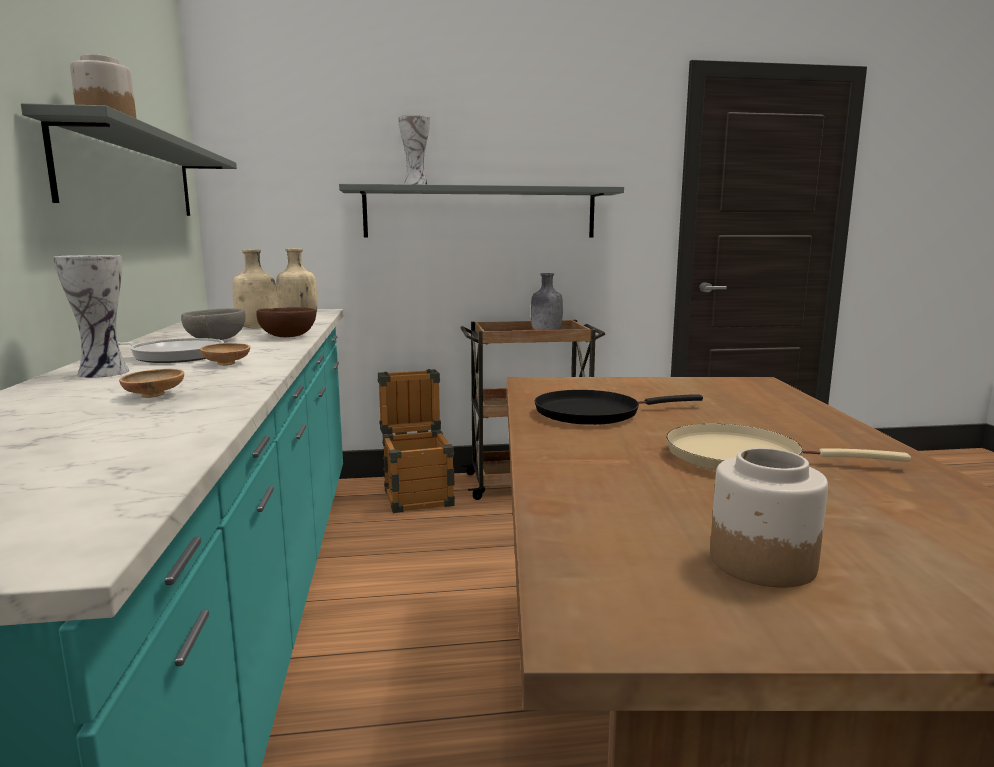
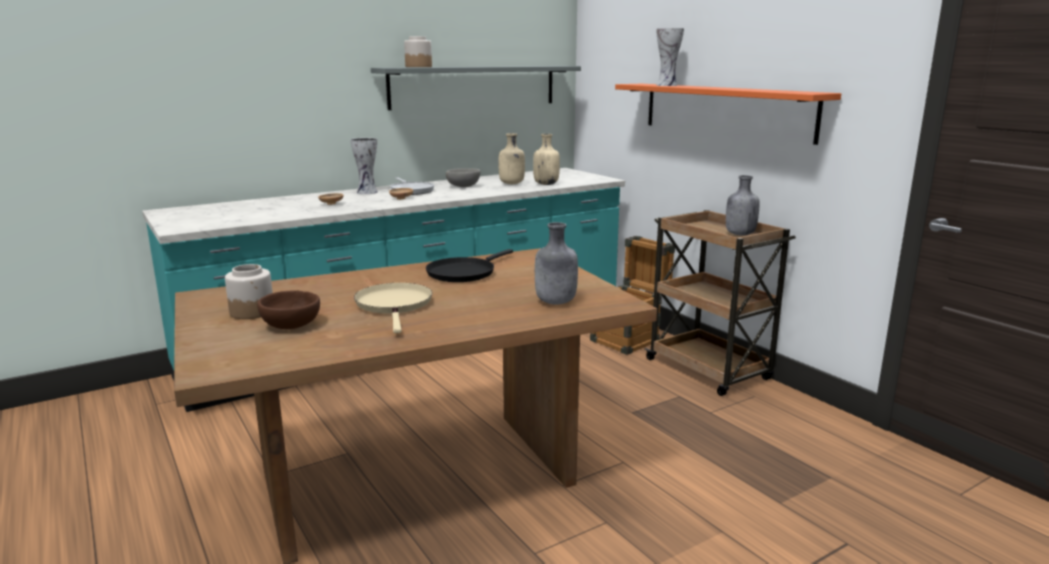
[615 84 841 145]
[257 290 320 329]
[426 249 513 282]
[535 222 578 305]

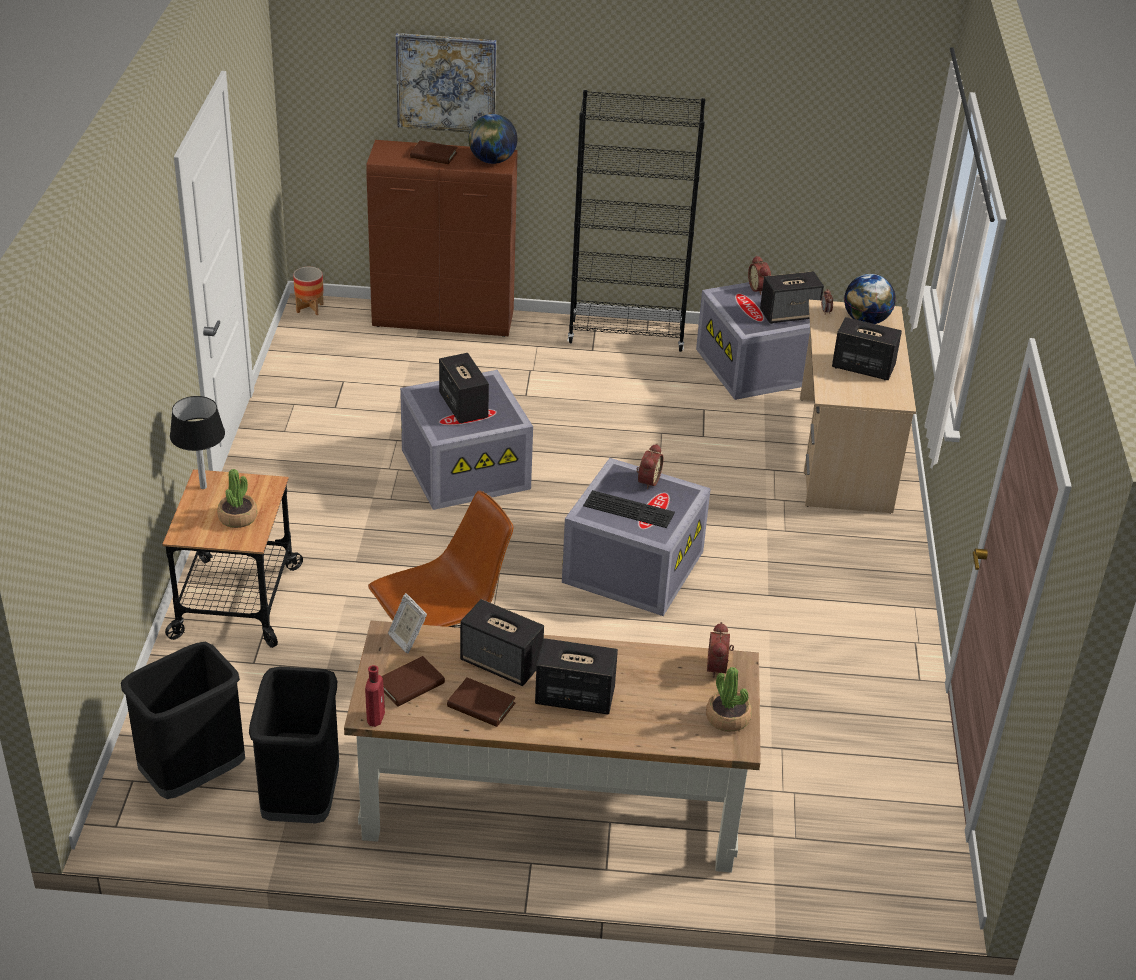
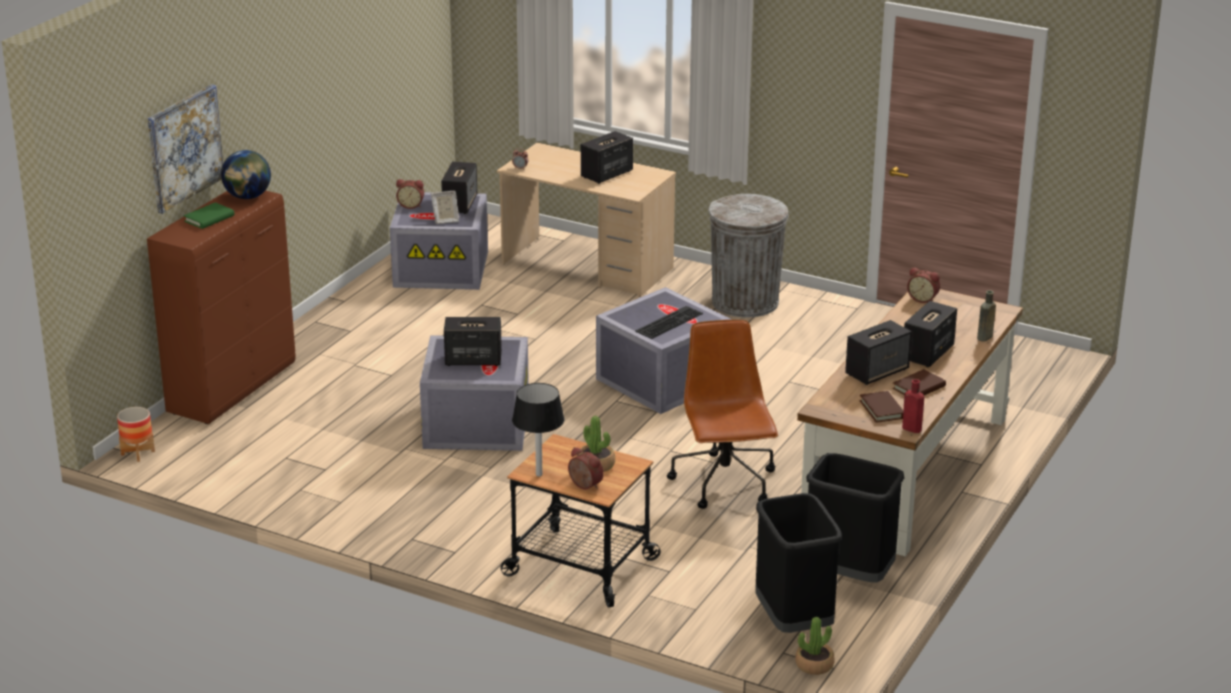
[567 90 705 352] (first image)
[183 202 234 229]
[844 274 896 324] (first image)
[568 447 604 489]
[431 191 459 224]
[795 617 835 675]
[708 194 789 317]
[977 290 996 342]

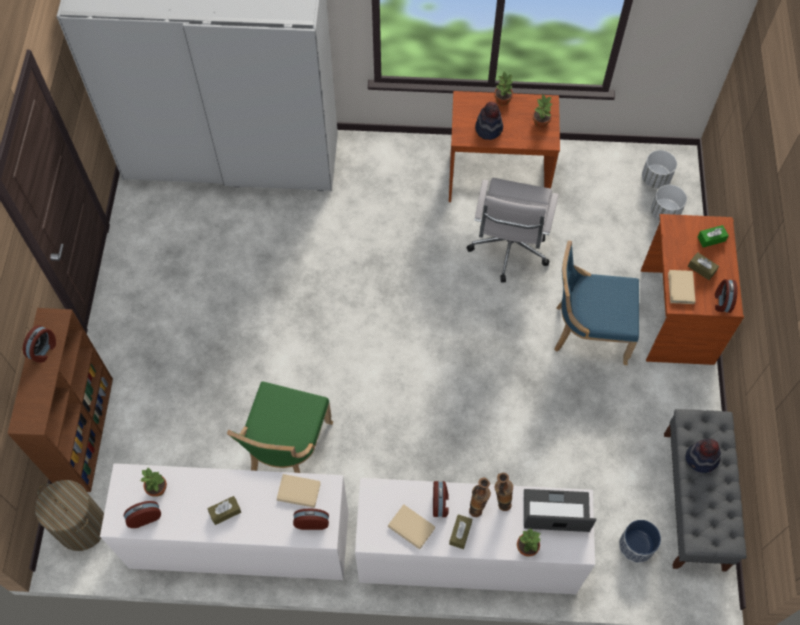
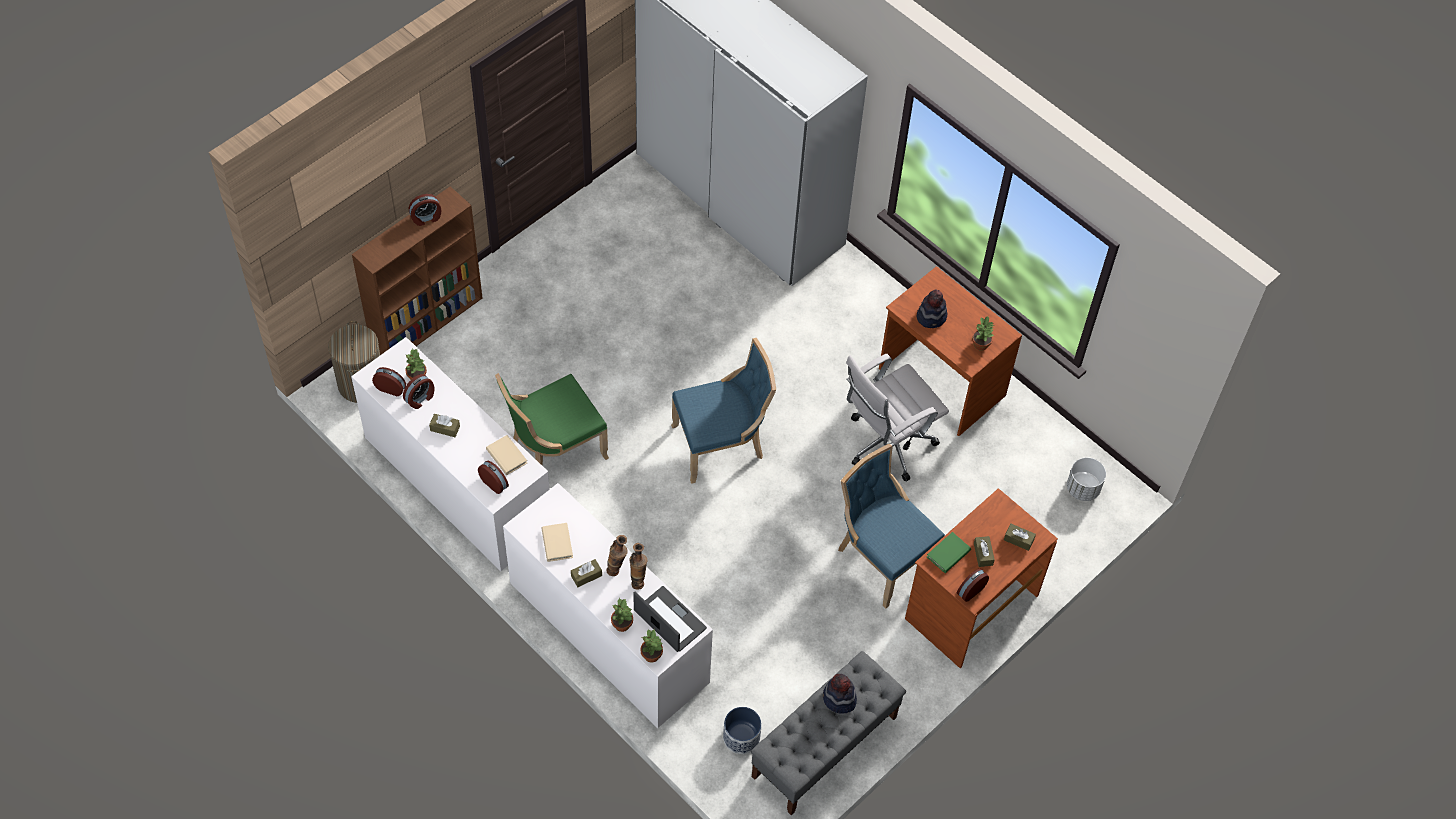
[640 629 663 663]
[651 185 687 222] (first image)
[1004 523 1036 551]
[927 532 971 573]
[403 374 434 409]
[671 338 776 484]

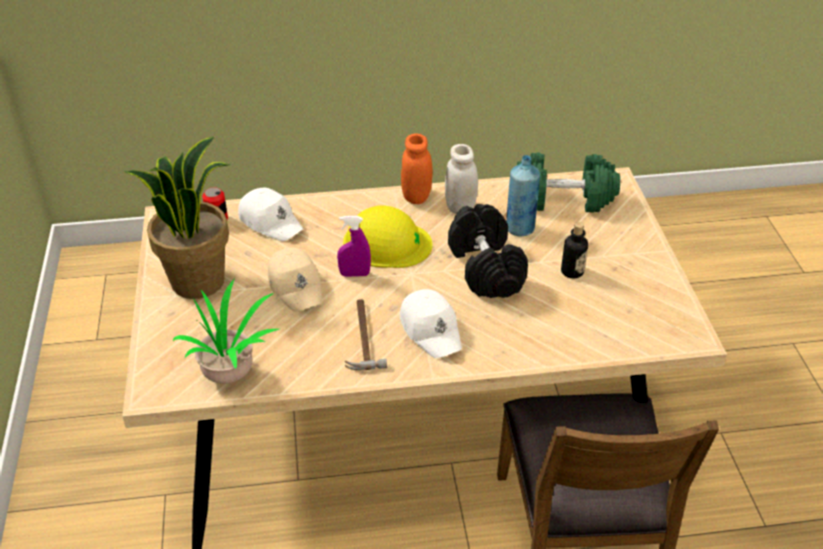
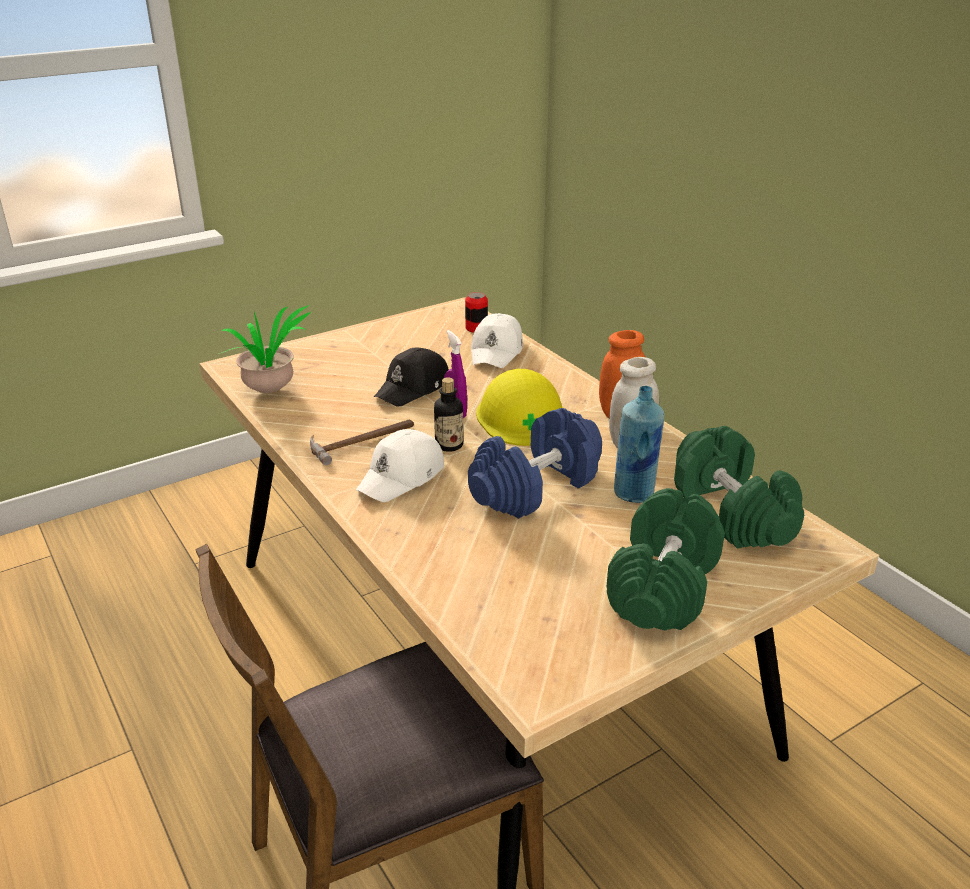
[124 136 229 299] (first image)
[468 408 602 519]
[434 377 464 452]
[374 348 449 407]
[607 488 725 630]

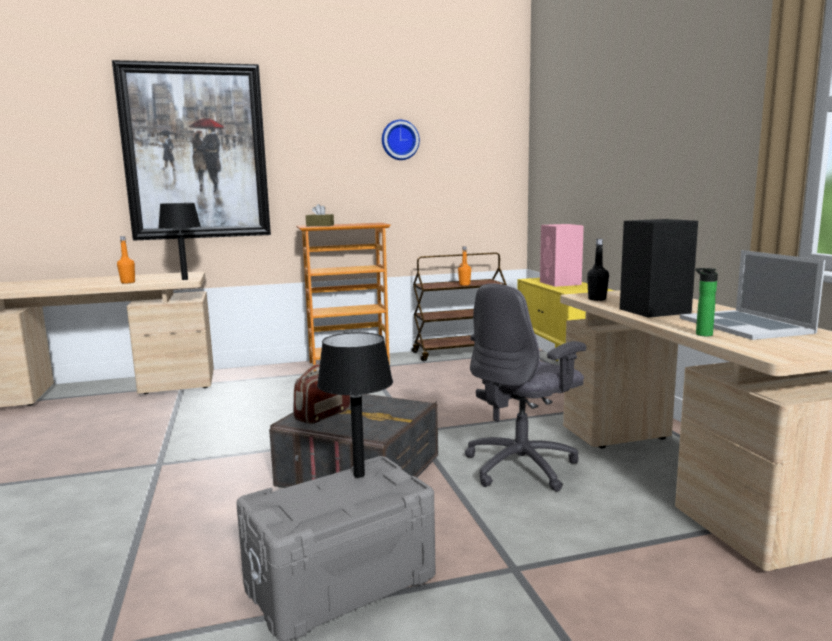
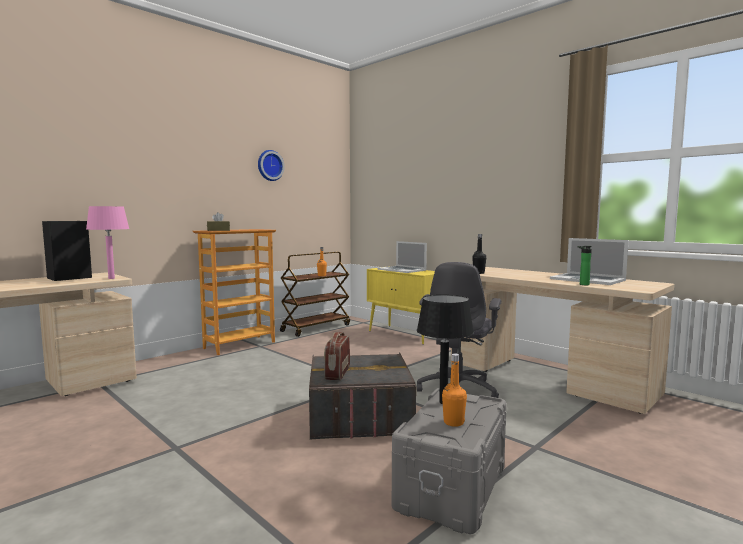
[112 60 271 241] (first image)
[86 206 130 279]
[42 221 92 281]
[377 241 427 273]
[442 353 467 427]

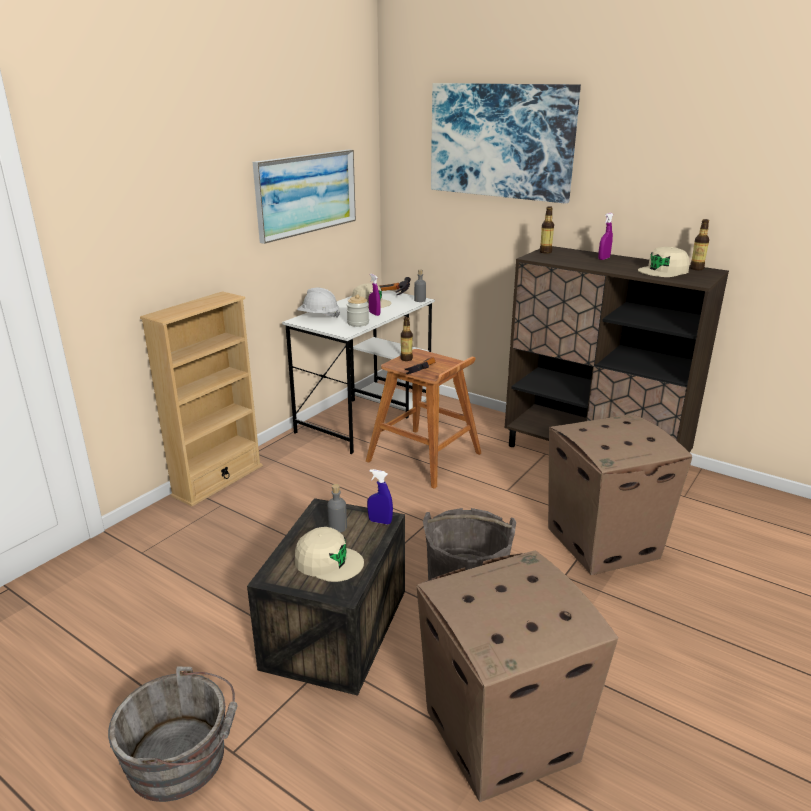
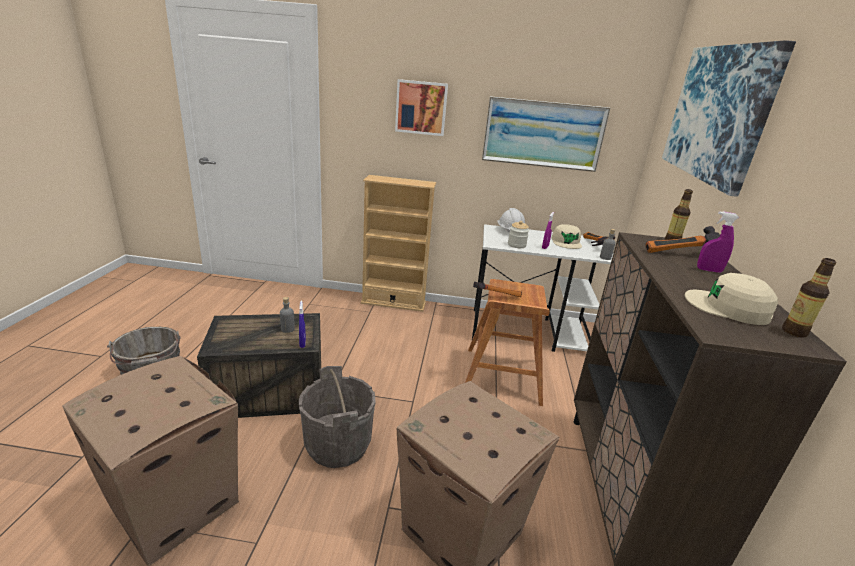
[401 317 413 361] (first image)
[295 527 364 582] (first image)
[395 79 448 136]
[645 226 720 253]

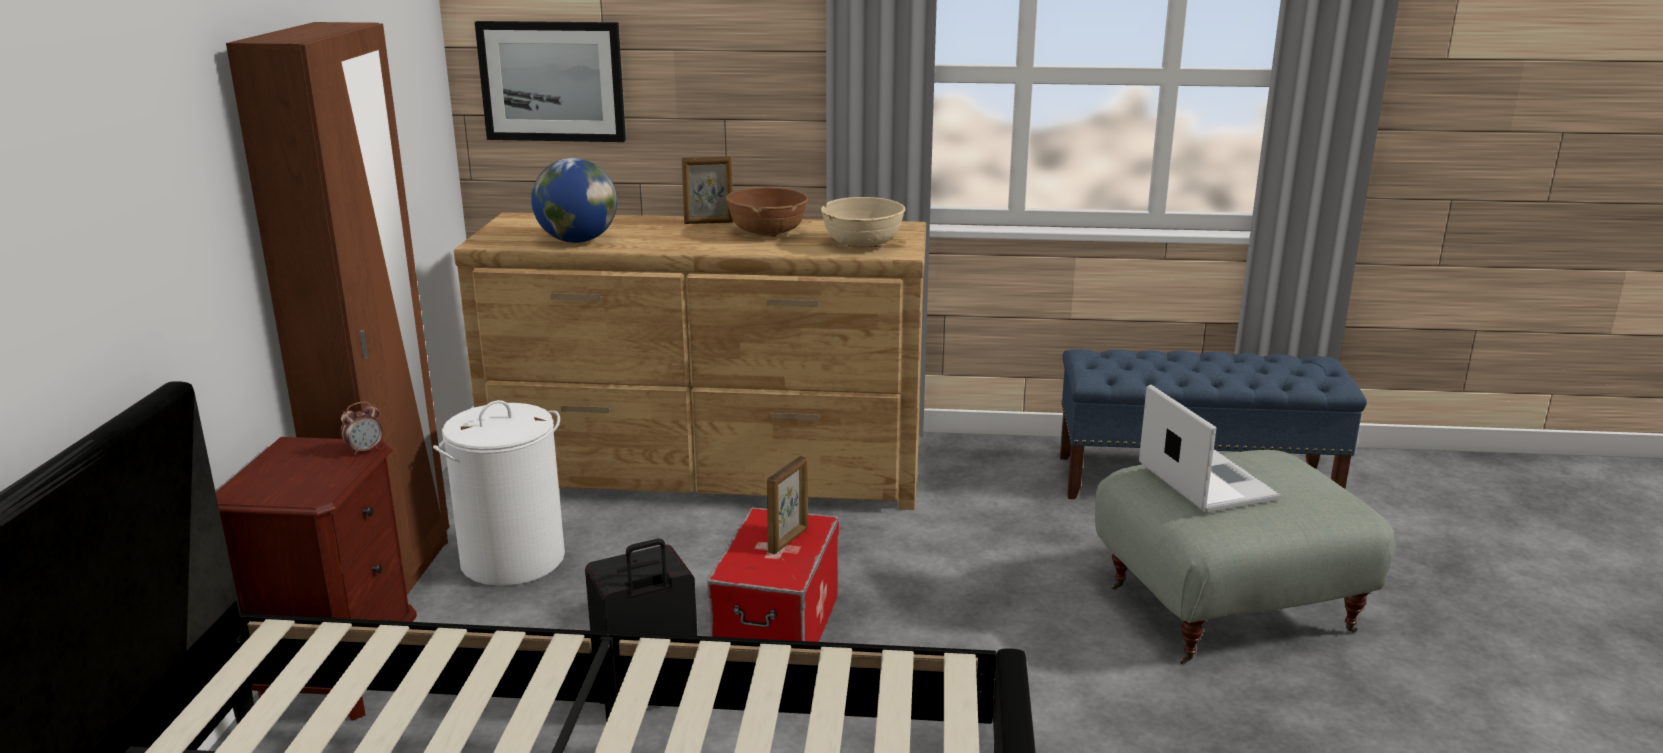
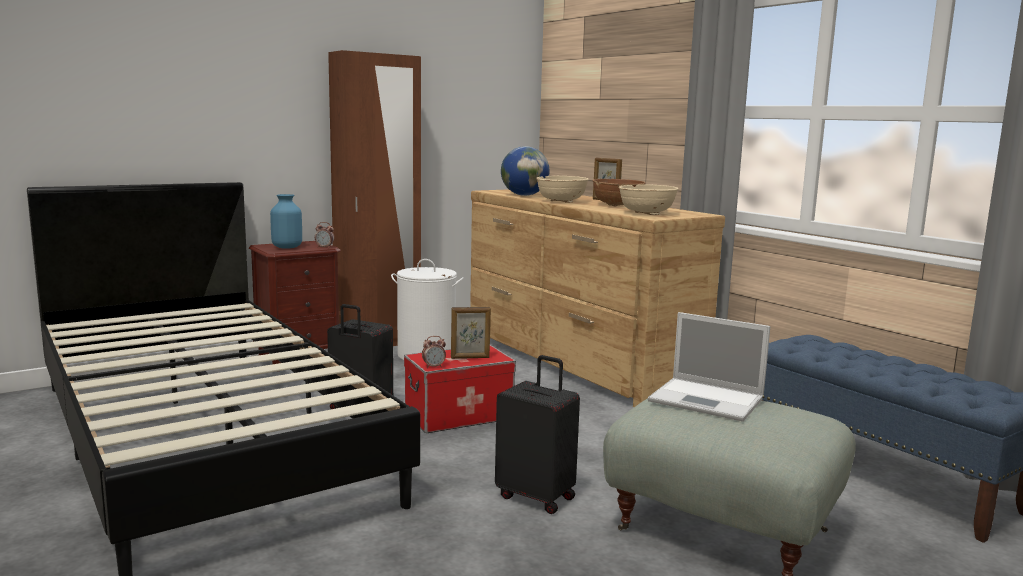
[475 21 626 142] (first image)
[648 312 770 422]
[536 176 589 203]
[270 194 302 249]
[422 336 446 368]
[495 355 580 514]

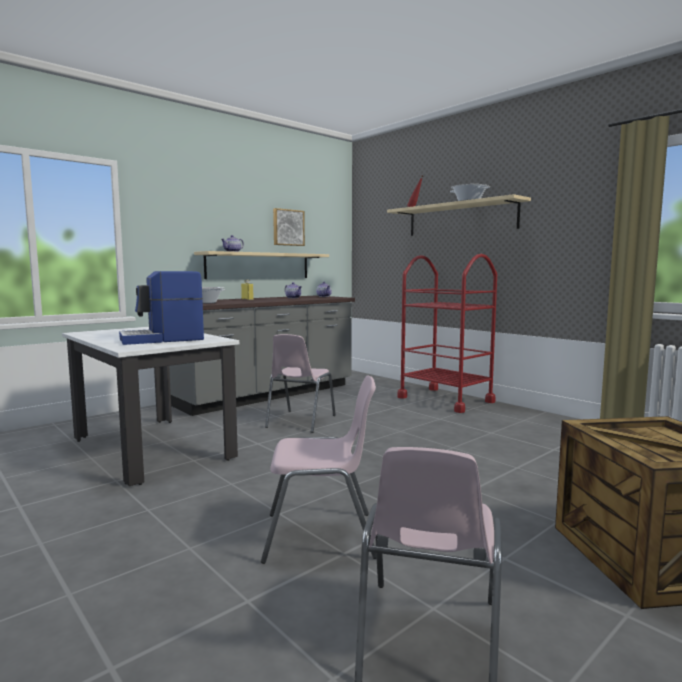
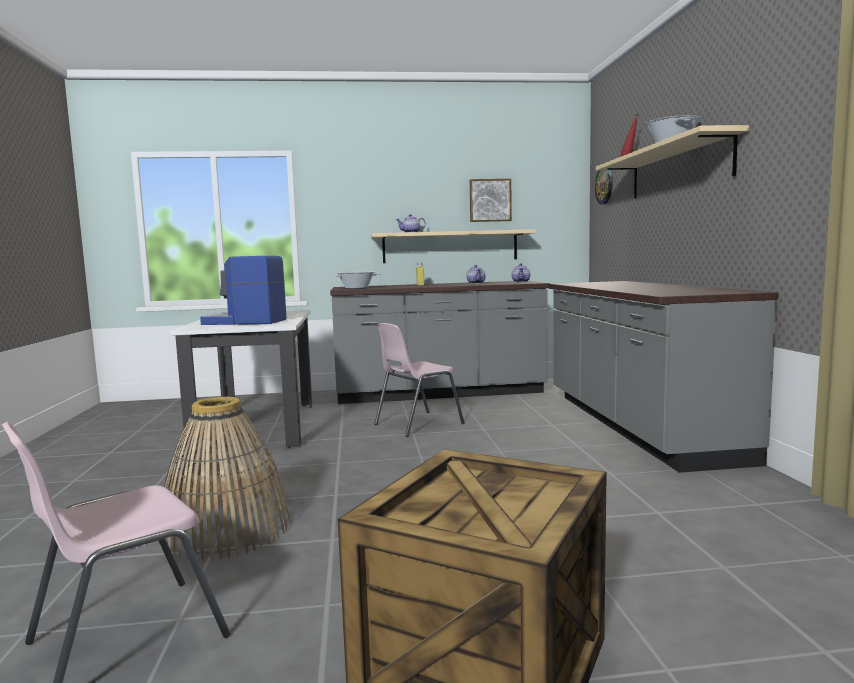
[548 281 778 473]
[158 397 290 561]
[595 170 613 205]

